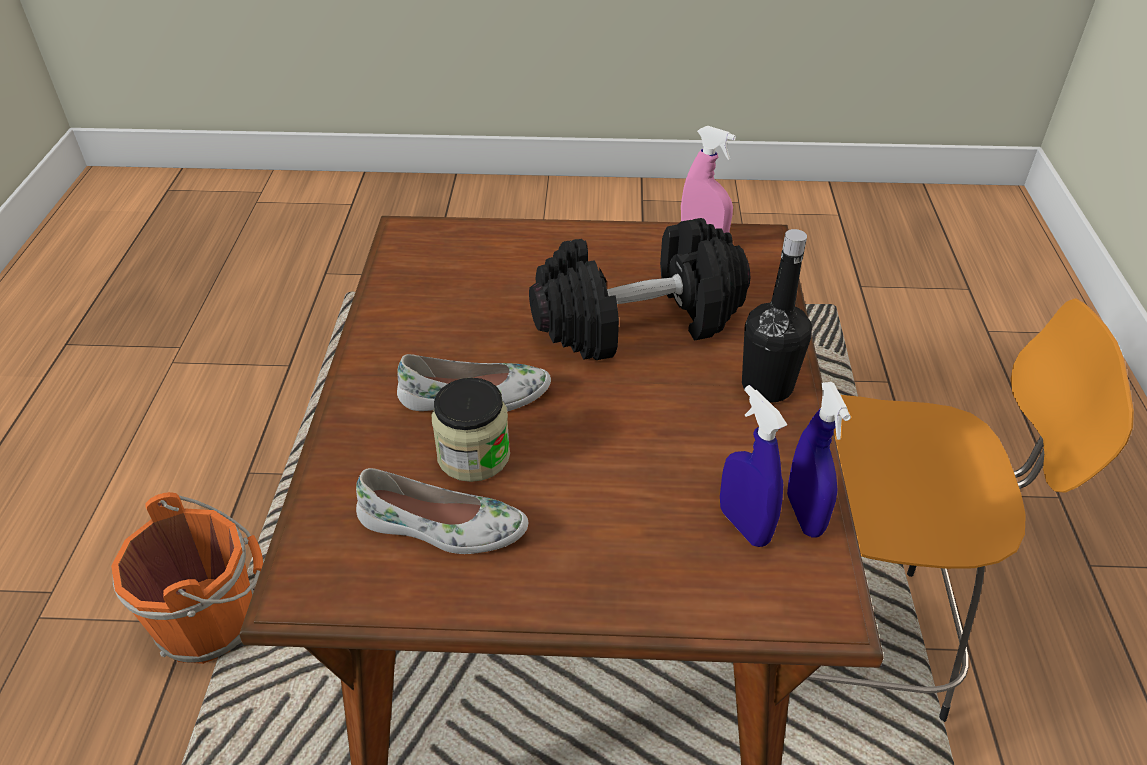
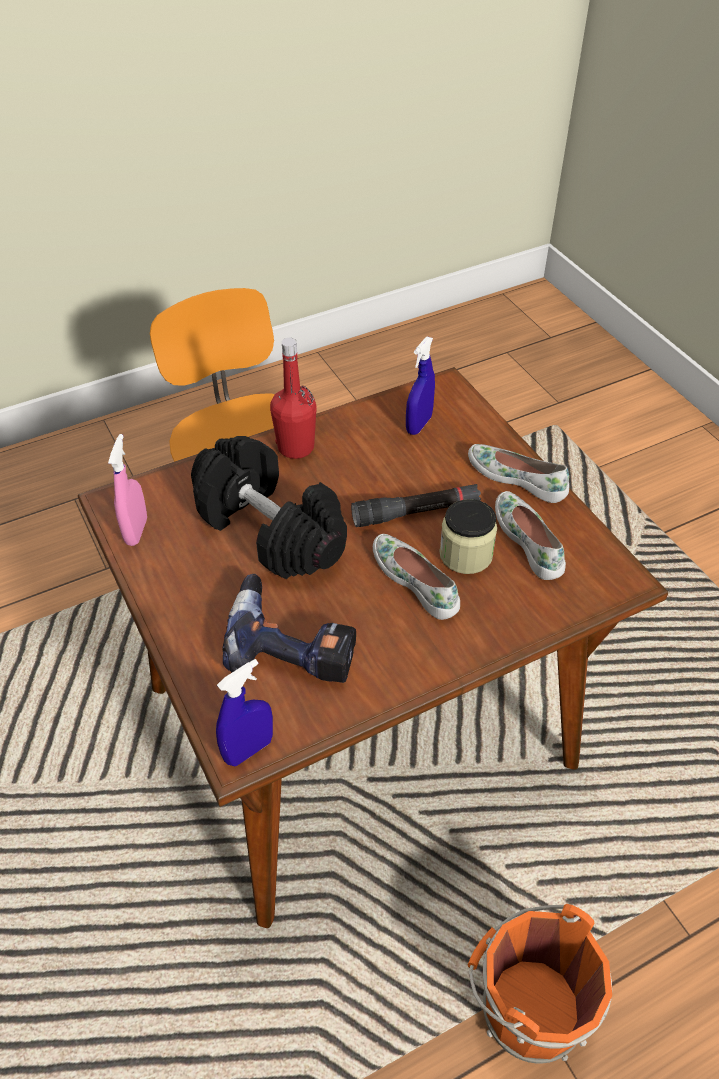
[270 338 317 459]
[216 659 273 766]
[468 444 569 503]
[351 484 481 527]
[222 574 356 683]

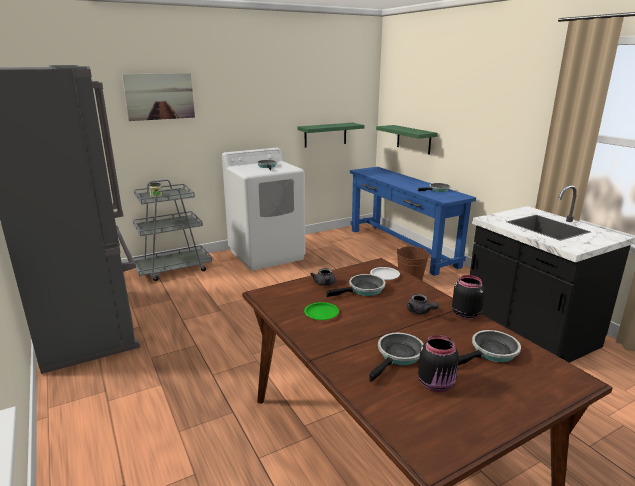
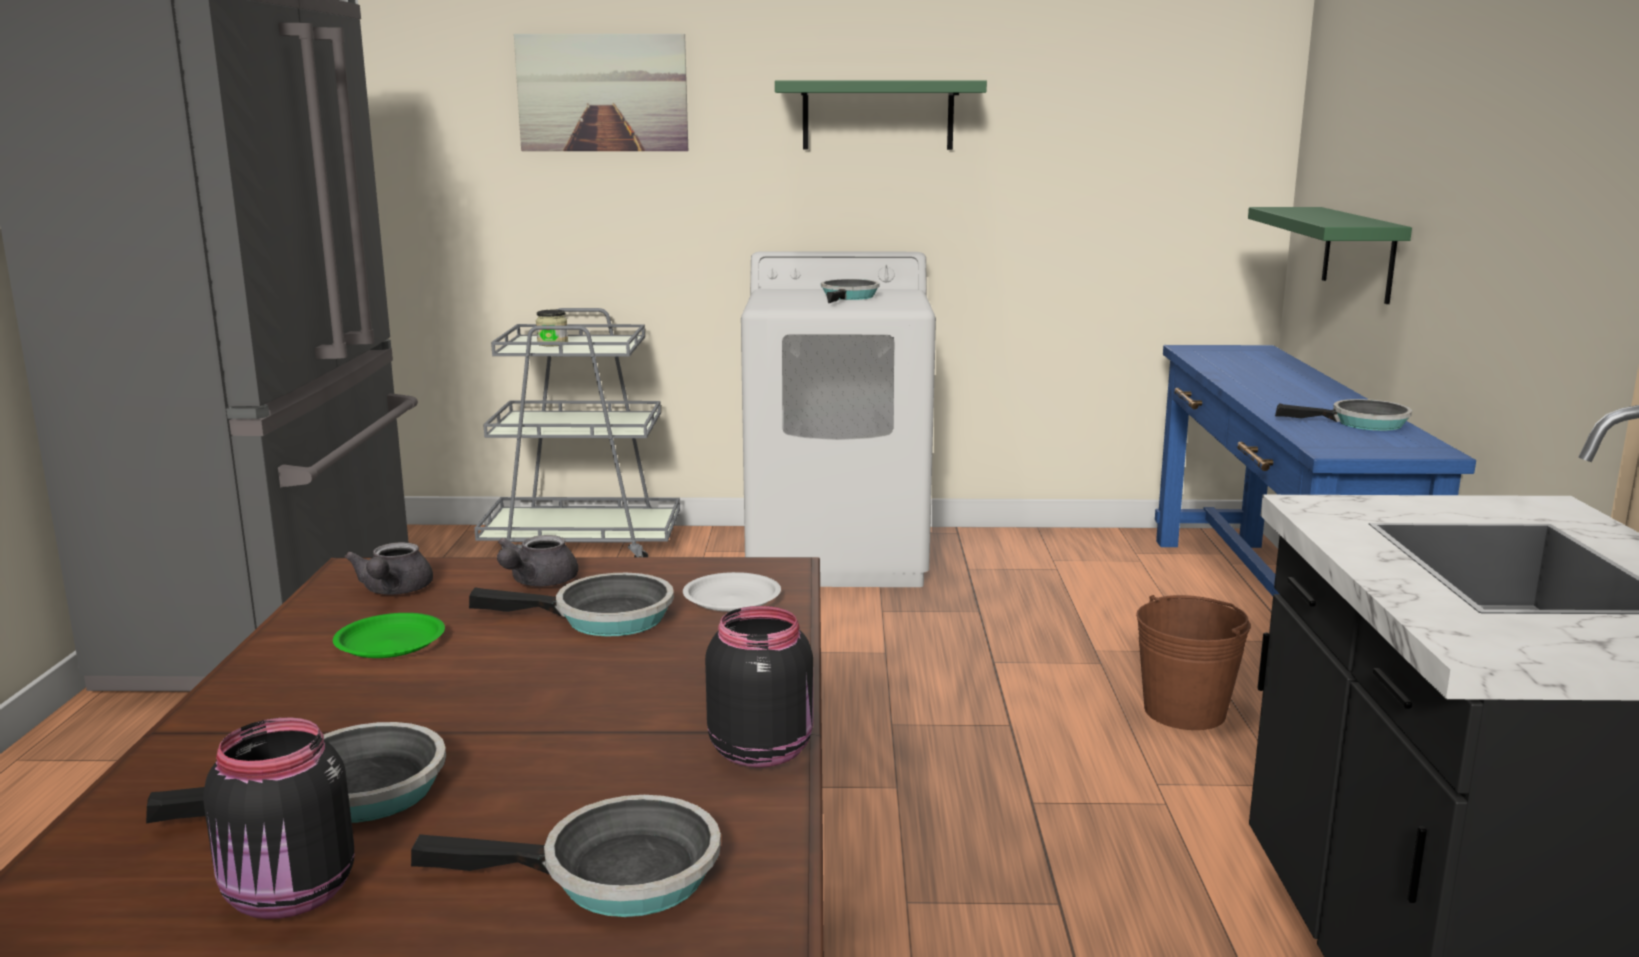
[775 80 987 150]
[344 542 433 595]

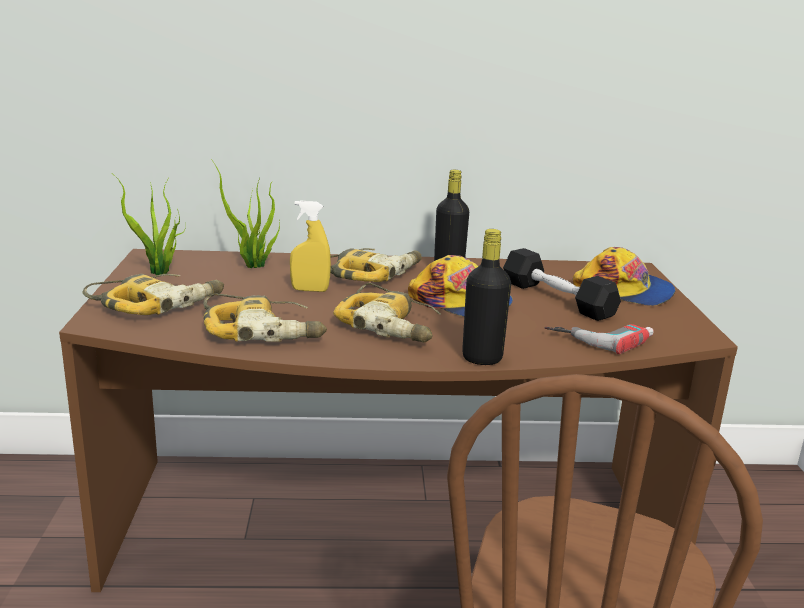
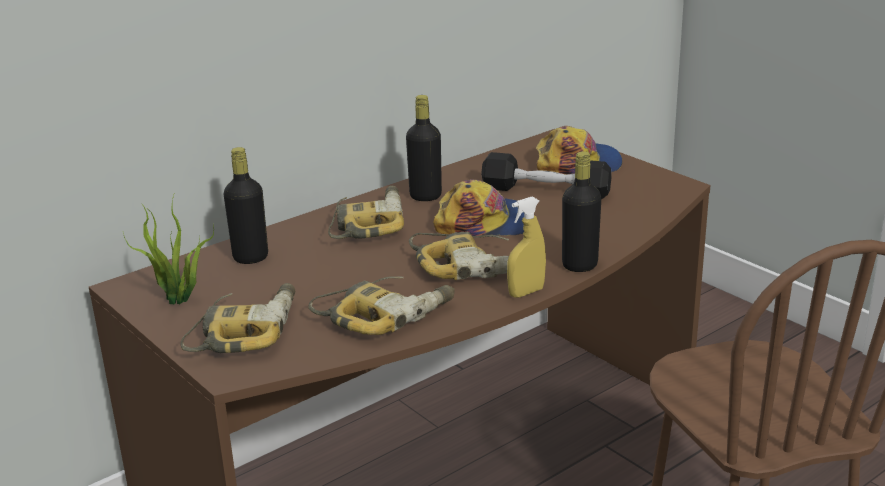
[224 147 268 264]
[507 197 546 298]
[545 324 654 354] (first image)

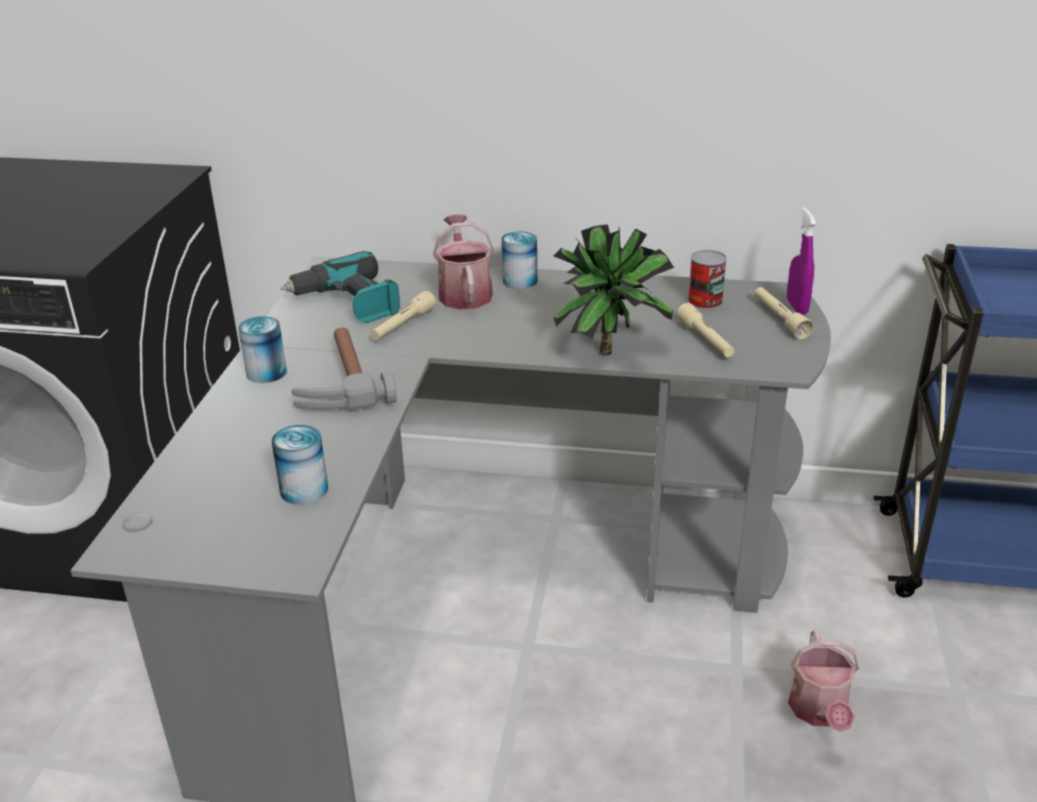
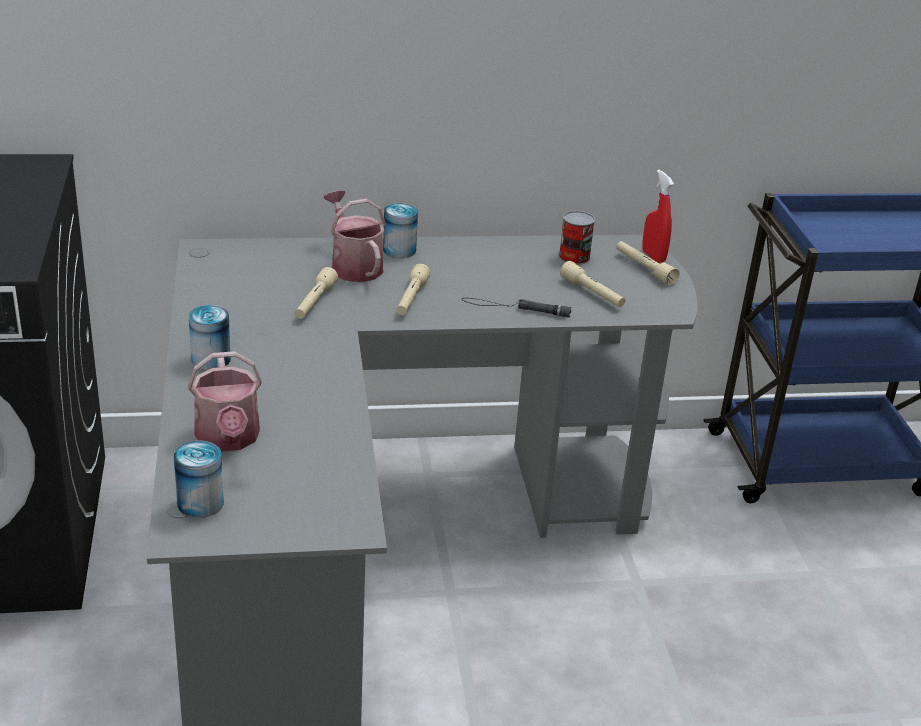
[642 170 674 263]
[462 298 571 318]
[280 251 400 323] (first image)
[291 327 397 411] (first image)
[174 441 224 518]
[188 351 262 452]
[396 264 431 315]

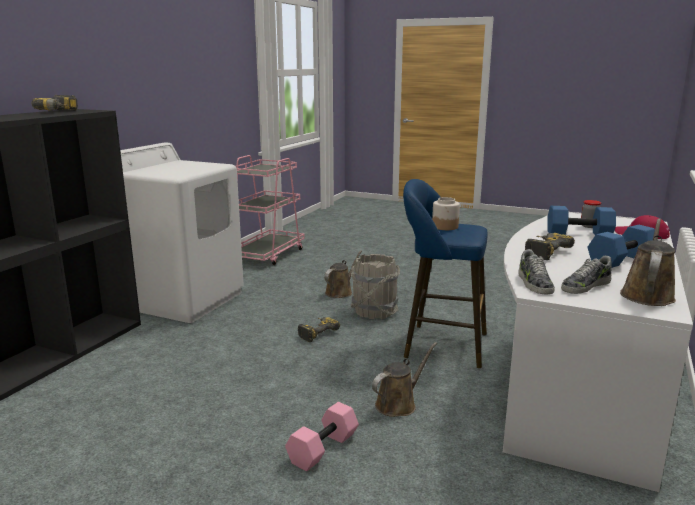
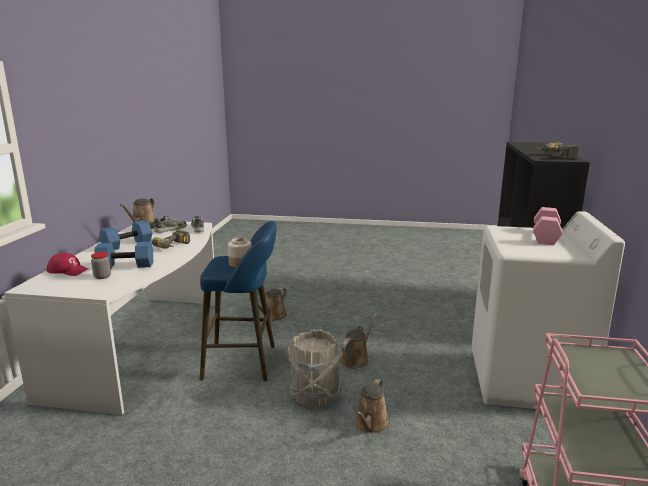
[340 313 377 369]
[533 207 563 245]

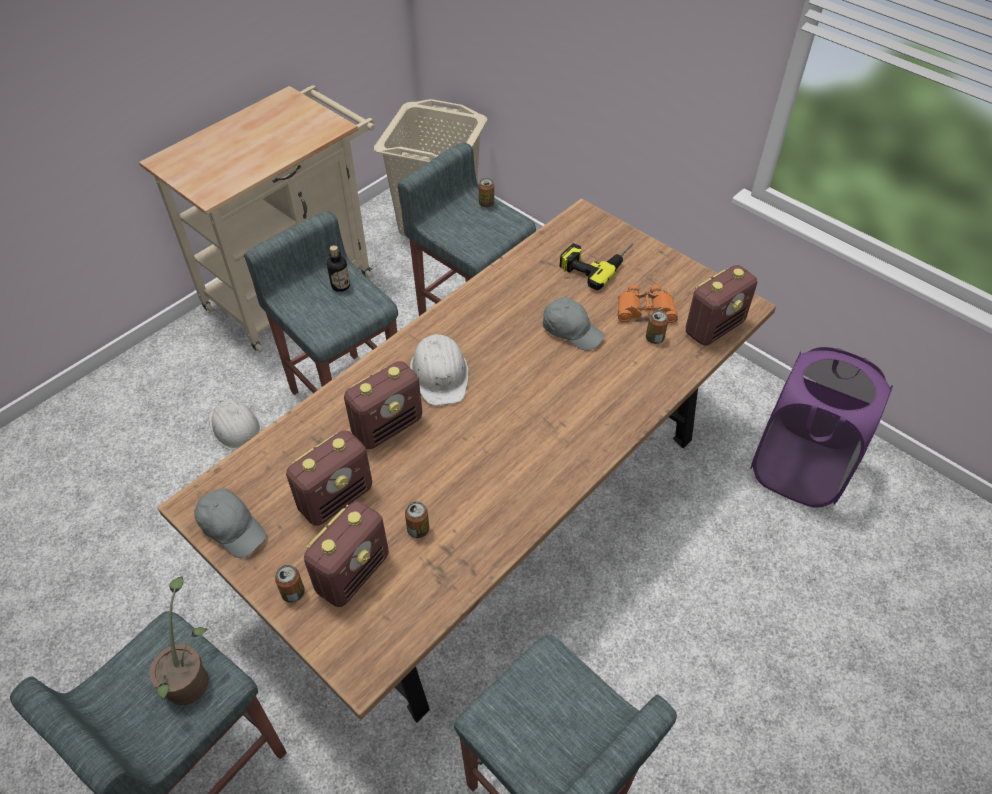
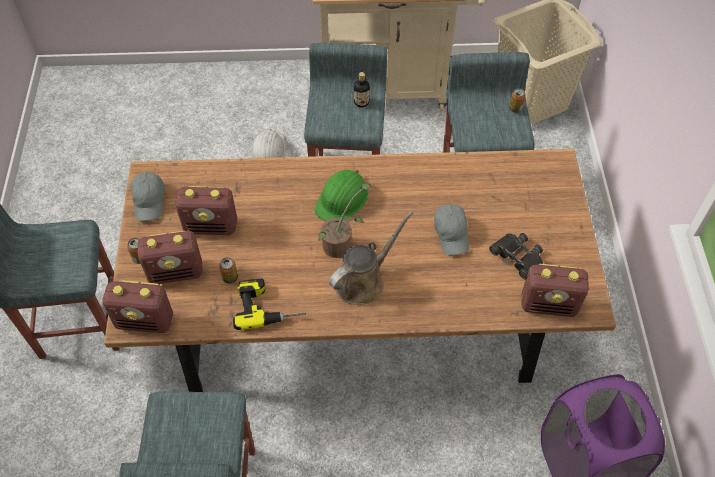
[233 278 306 330]
[489 233 543 280]
[646 310 668 344] (first image)
[314 170 368 221]
[102 280 173 333]
[319 183 371 258]
[329 211 414 305]

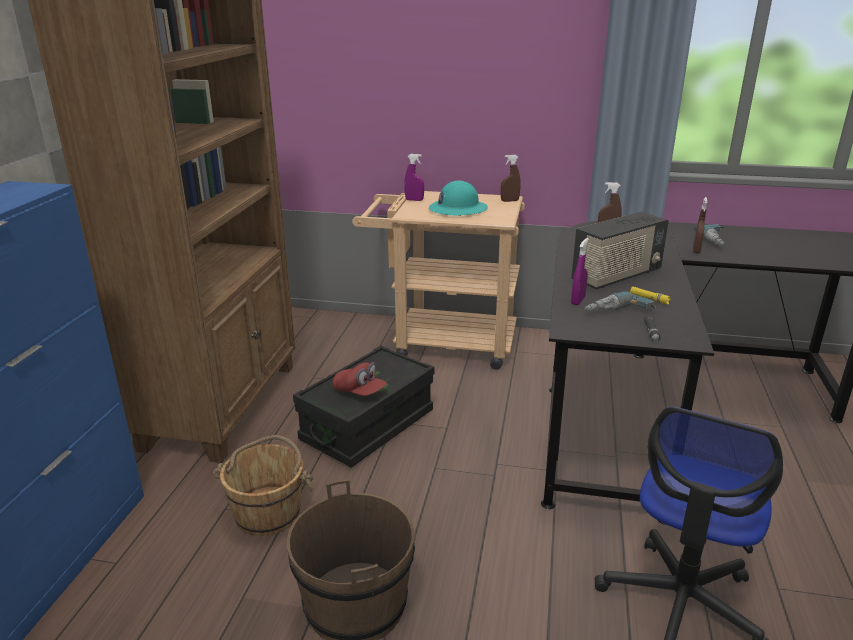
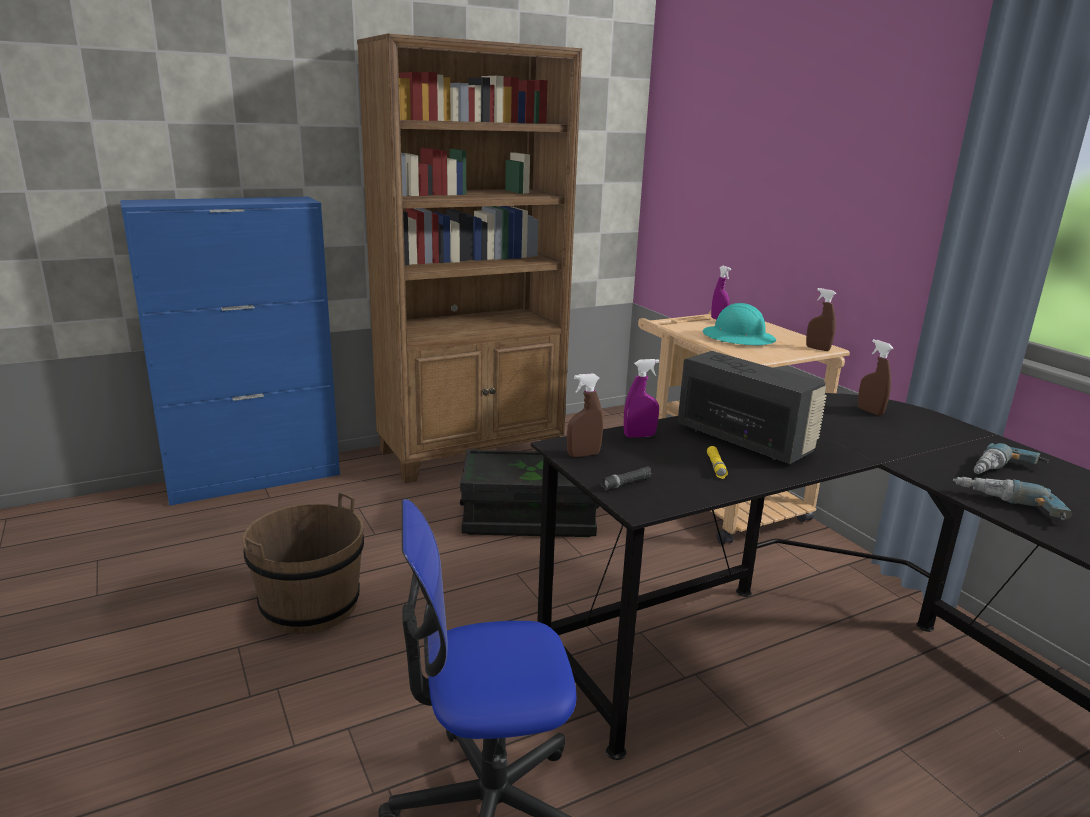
[567 373 603 457]
[678 351 827 464]
[953 477 1072 520]
[332 362 387 396] (first image)
[212 435 314 536] (first image)

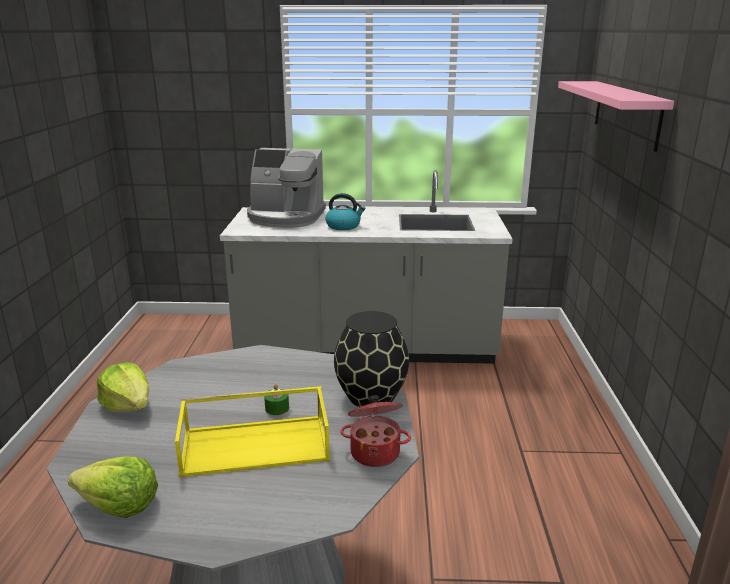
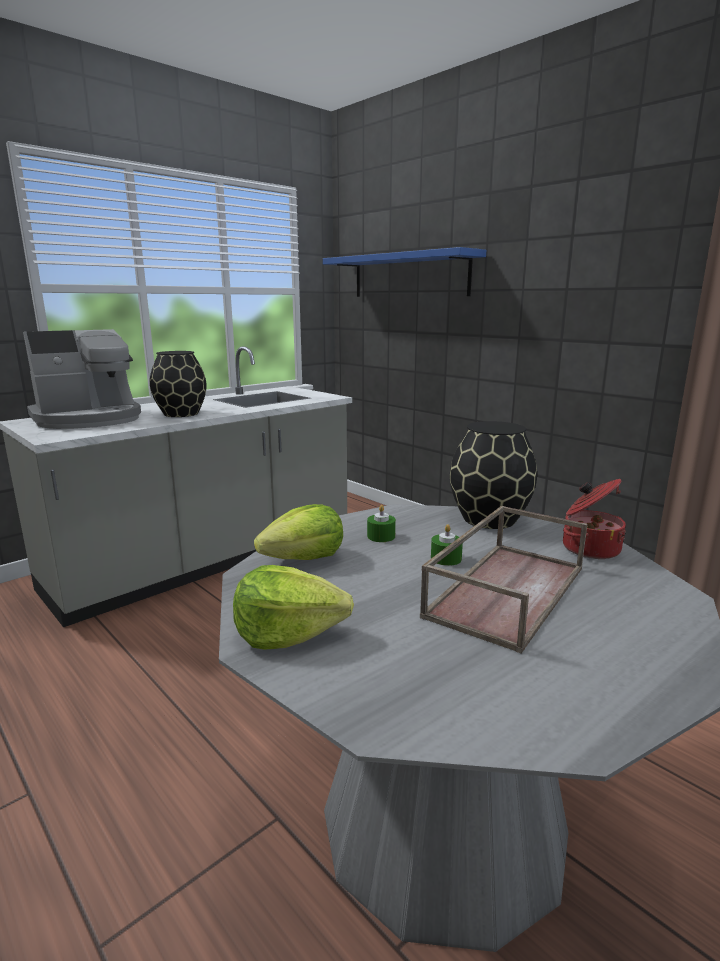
[323 247 486 297]
[150 351 206 417]
[420 506 587 653]
[254 504 343 560]
[367 505 396 542]

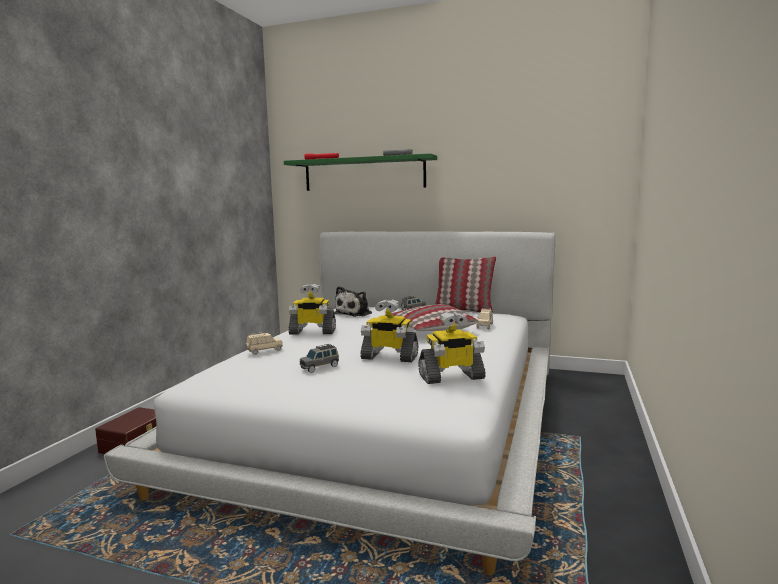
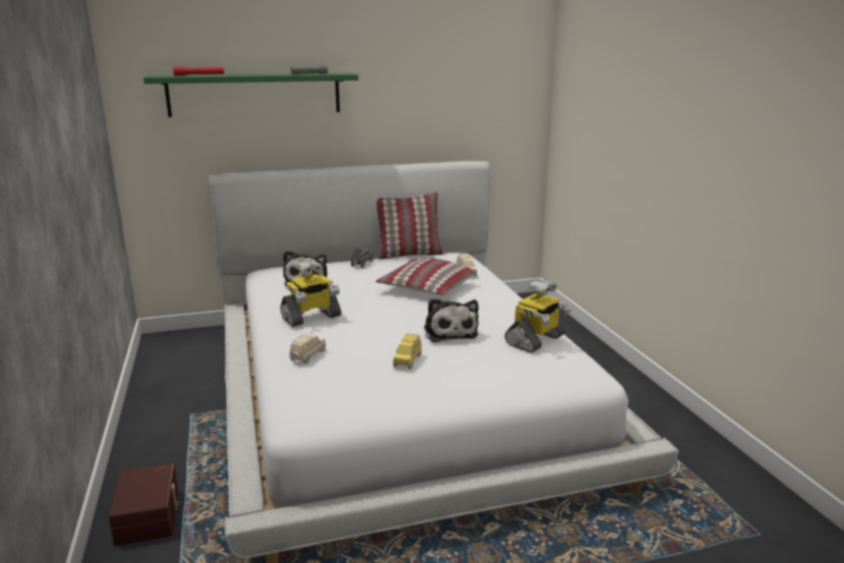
[424 298 479 342]
[393 333 422 369]

